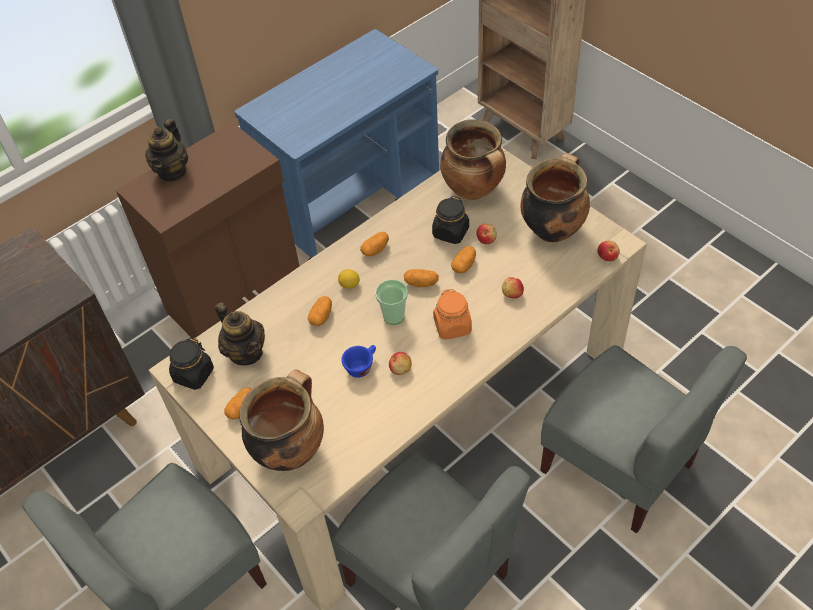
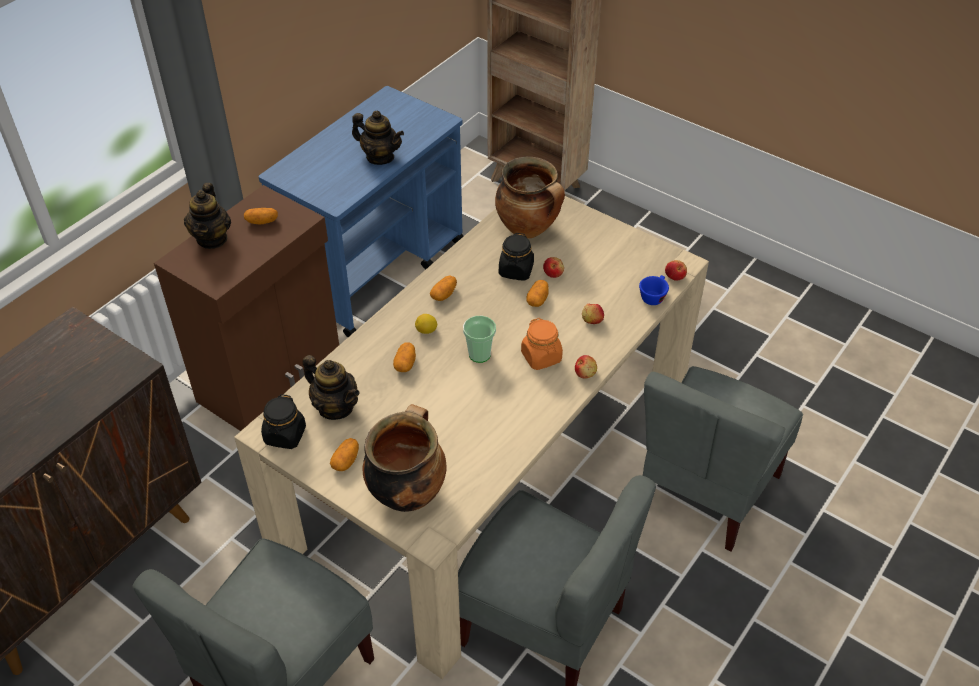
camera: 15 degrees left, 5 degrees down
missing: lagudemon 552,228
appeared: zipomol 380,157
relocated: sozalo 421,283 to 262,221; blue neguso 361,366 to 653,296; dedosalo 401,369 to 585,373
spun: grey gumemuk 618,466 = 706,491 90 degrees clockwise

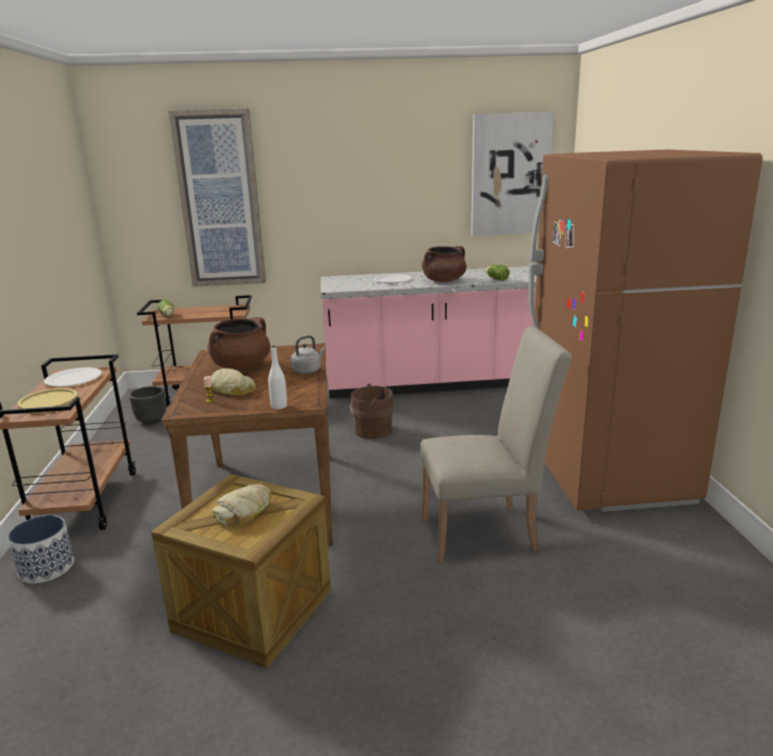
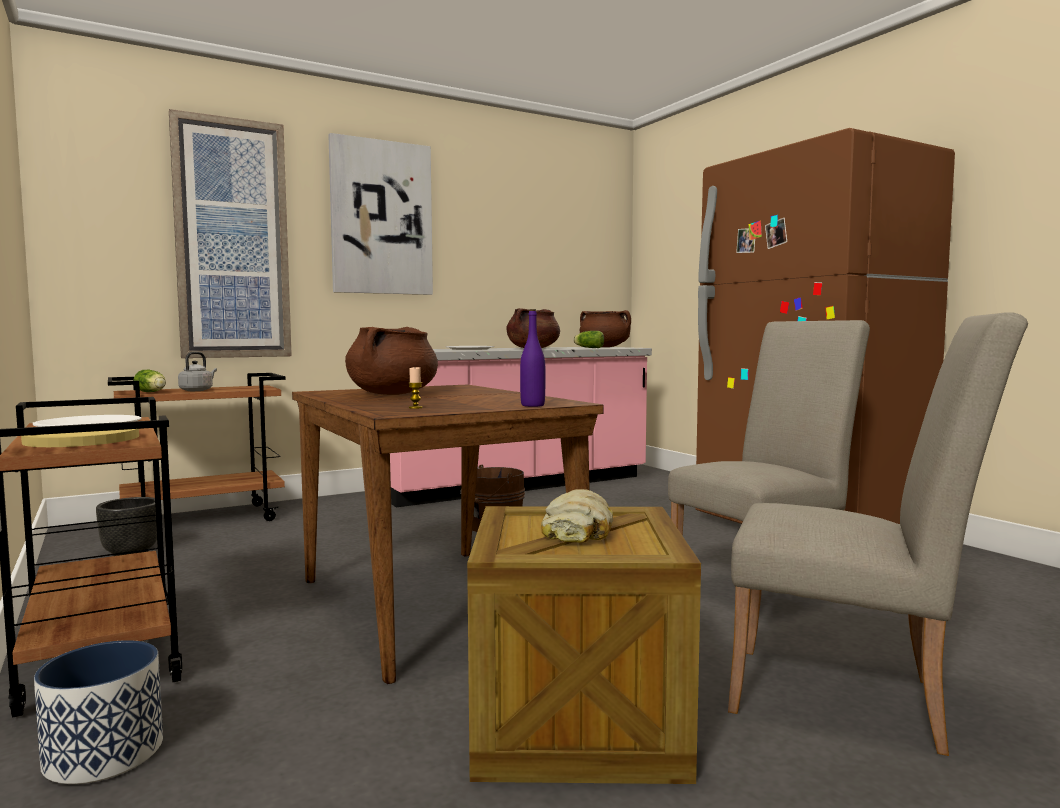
camera: 25 degrees left, 15 degrees down
missing: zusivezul 232,389
appeared: brown lagudemon 604,347; beige gumemuk 854,700
relocated: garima 510,175 to 381,218; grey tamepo 308,370 to 197,390
colour: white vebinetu 279,406 to purple vebinetu 532,405

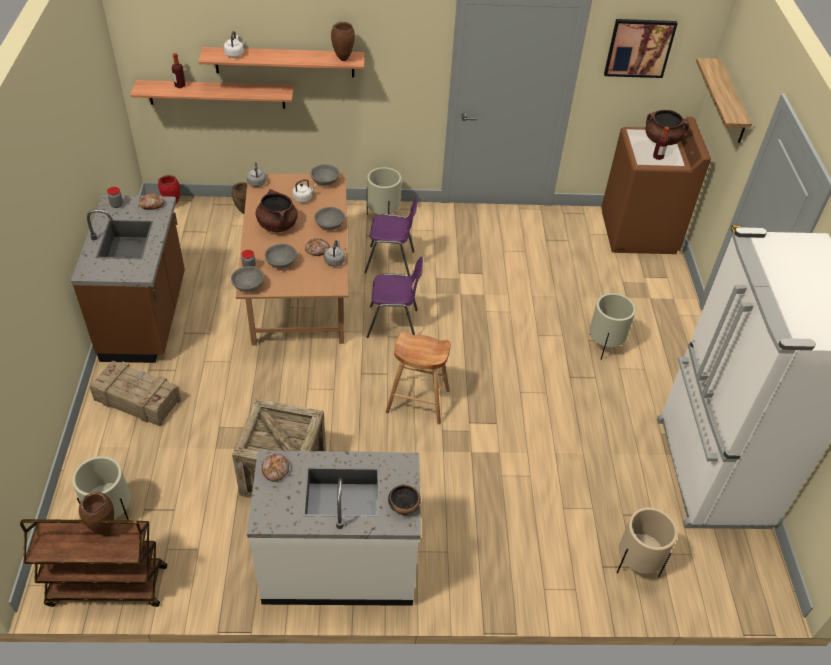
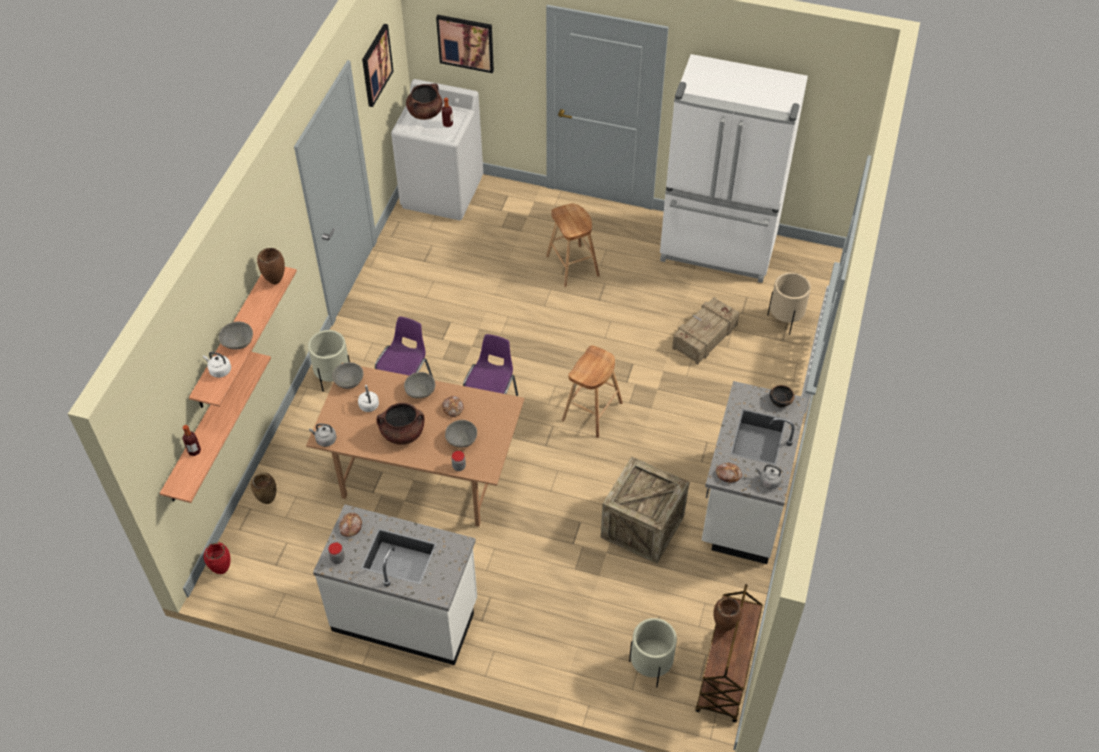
camera: 70 degrees left, 5 degrees up
relocated: grey tamepo 335,261 to 768,481; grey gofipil 248,285 to 237,342; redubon 137,399 to 704,336
exchanged: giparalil 731,102 to garima 466,43; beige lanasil 604,346 to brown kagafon 572,265
colour: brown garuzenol 638,232 to white garuzenol 442,193; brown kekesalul 146,318 to white kekesalul 405,615

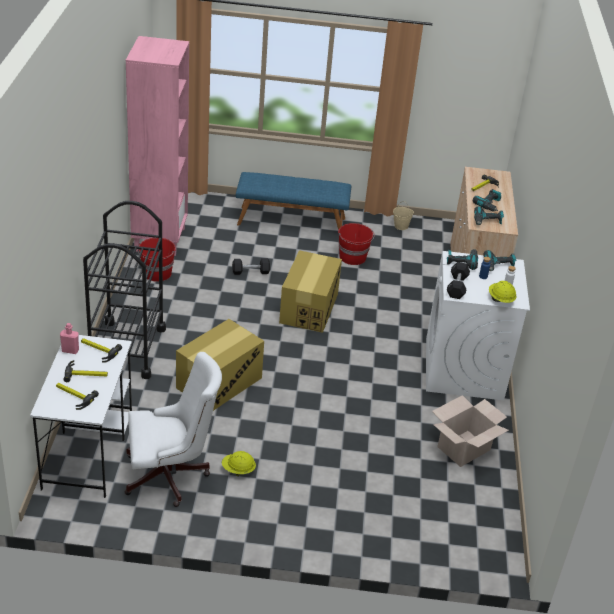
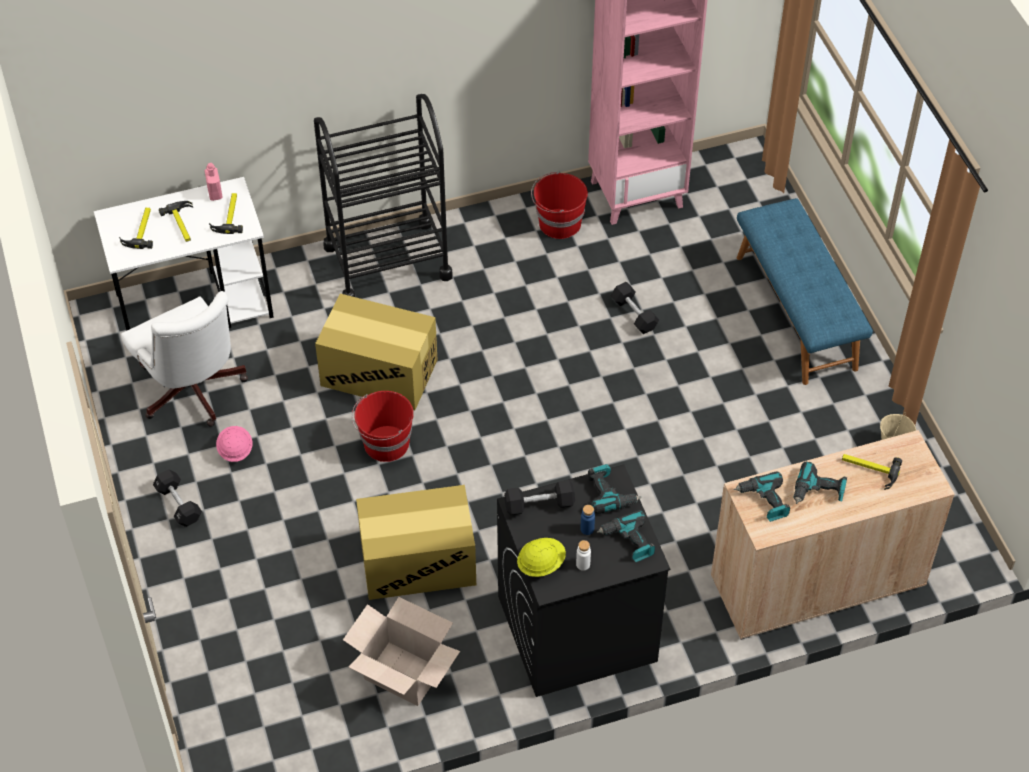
camera: 70 degrees right, 15 degrees up
appeared: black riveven 178,504
relocated: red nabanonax 353,257 to 385,444; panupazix 309,308 to 418,562
colour: white garuzenol 464,369 to black garuzenol 576,629; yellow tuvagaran 238,470 to pink tuvagaran 235,450

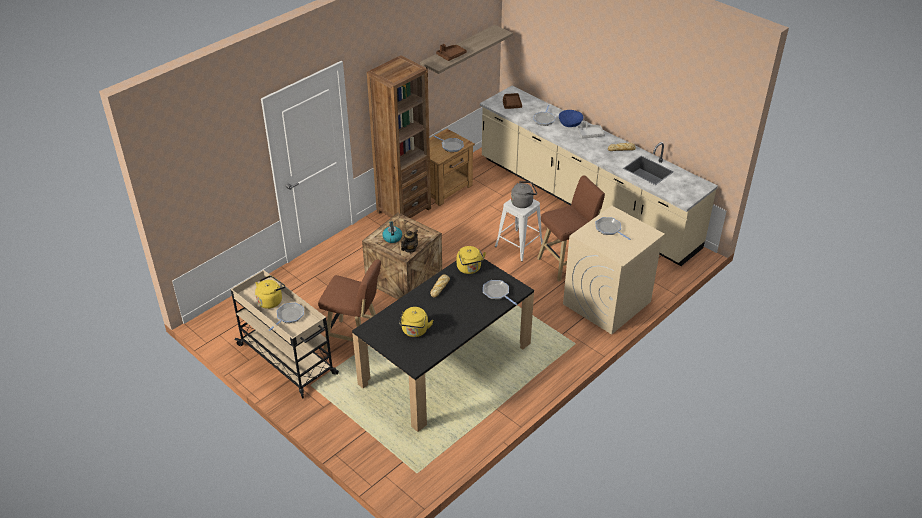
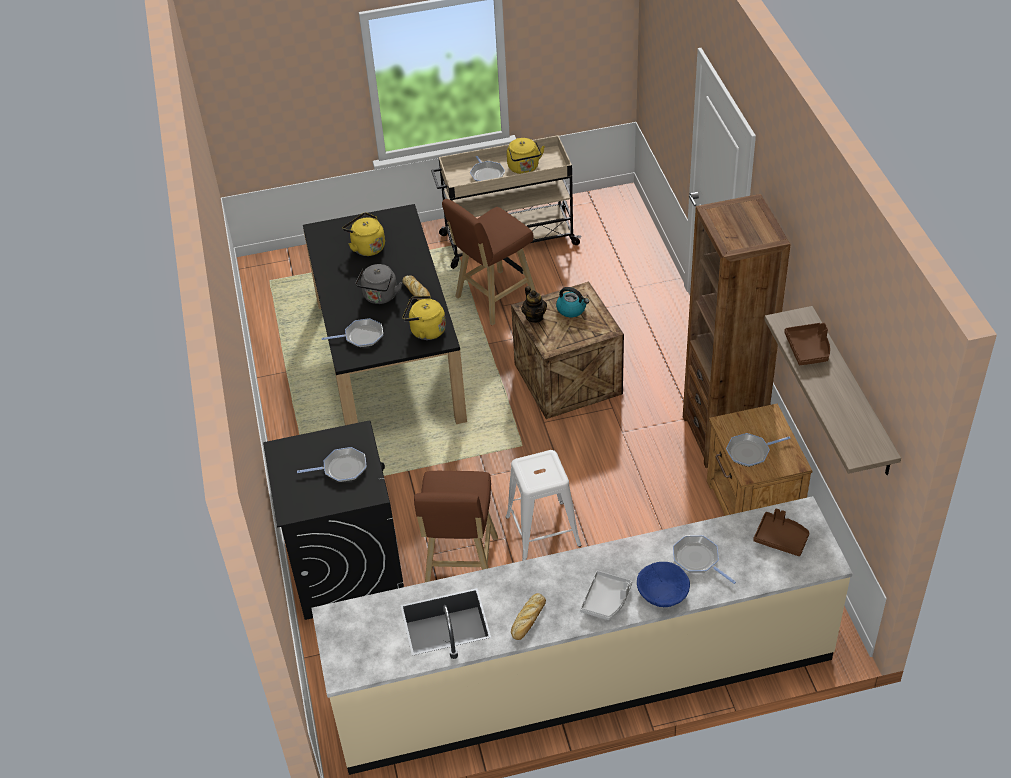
camera: 125 degrees right, 5 degrees up
relocated: grey tamepo 523,202 to 380,297
colour: beige garuzenol 606,303 to black garuzenol 346,566

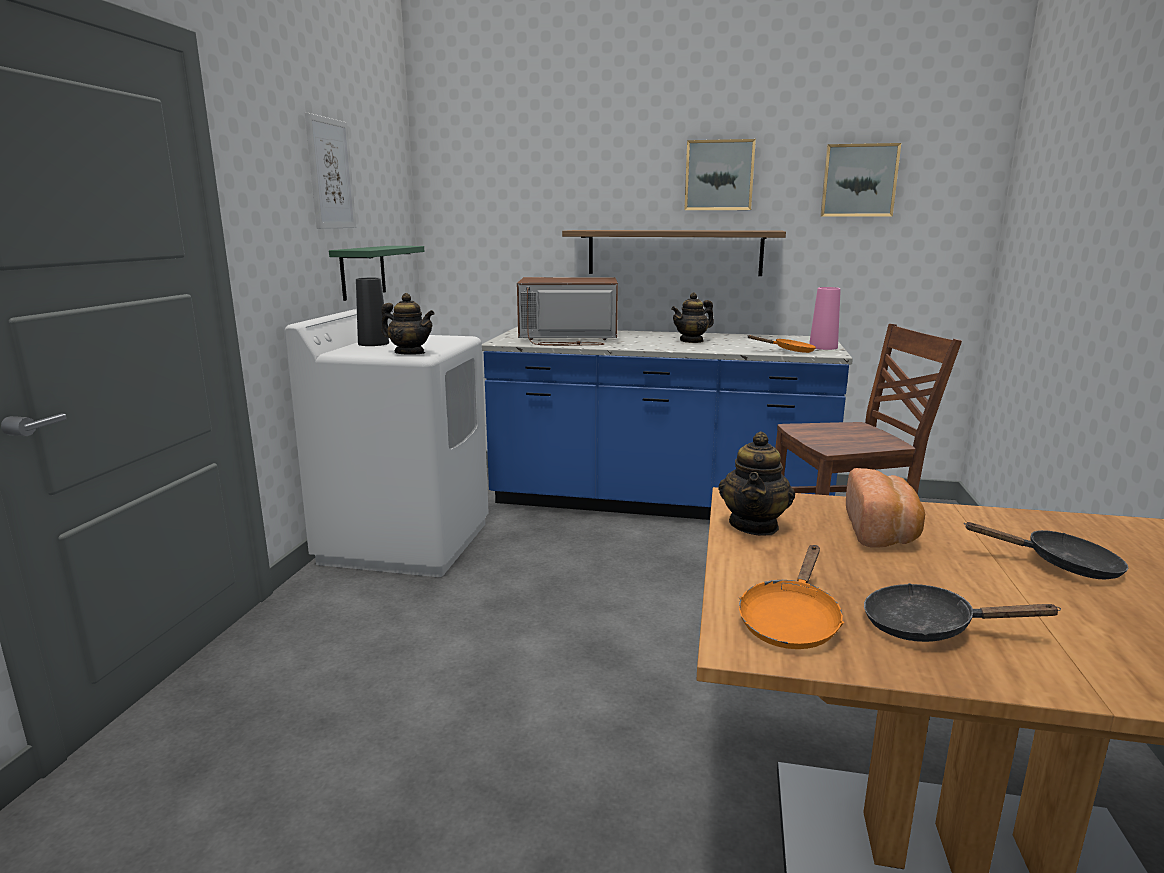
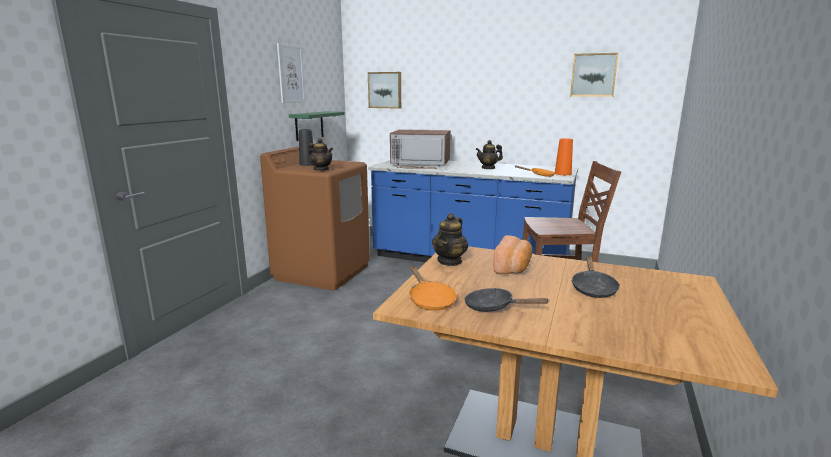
camera: 10 degrees right, 0 degrees up
missing: giparalil 674,252
relocated: garima 719,175 to 385,90
colour: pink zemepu 823,347 to orange zemepu 563,174; white garuzenol 406,541 to brown garuzenol 322,272
spun: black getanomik 1061,565 = 593,288 75 degrees clockwise; orange getanomik 790,621 = 430,300 60 degrees counterclockwise

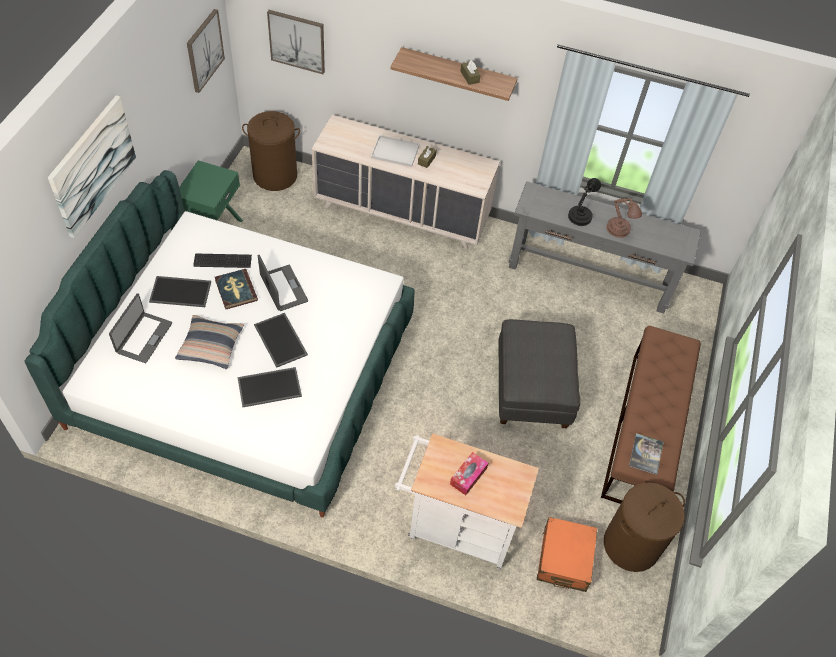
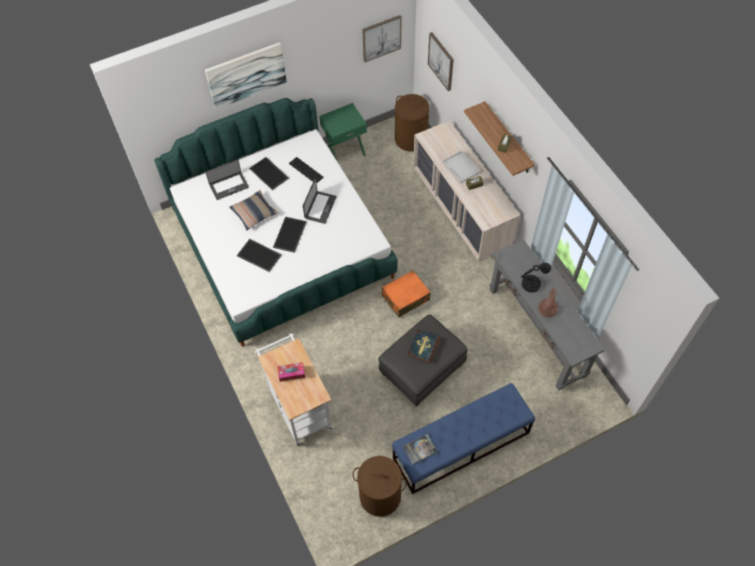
camera: 50 degrees right, 5 degrees up
relocated: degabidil 235,290 to 423,347; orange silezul 564,559 to 405,297
colour: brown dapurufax 644,431 to blue dapurufax 460,446

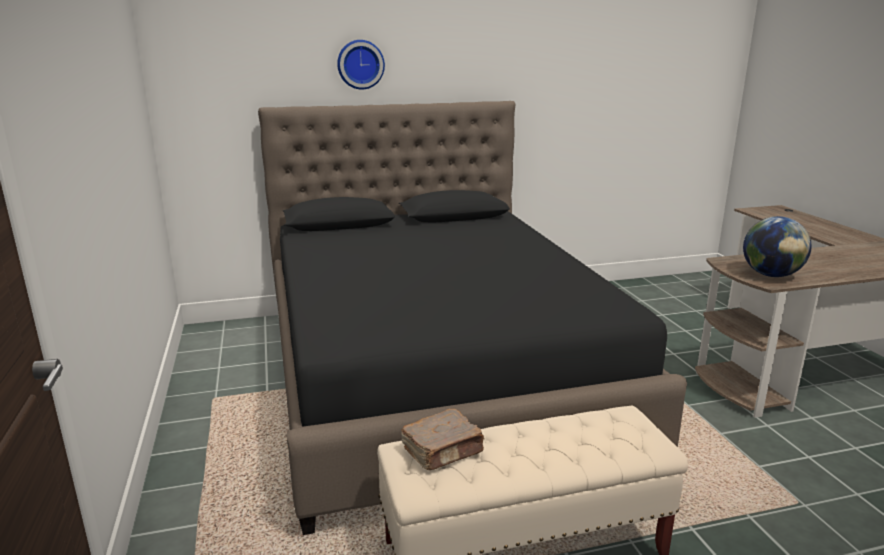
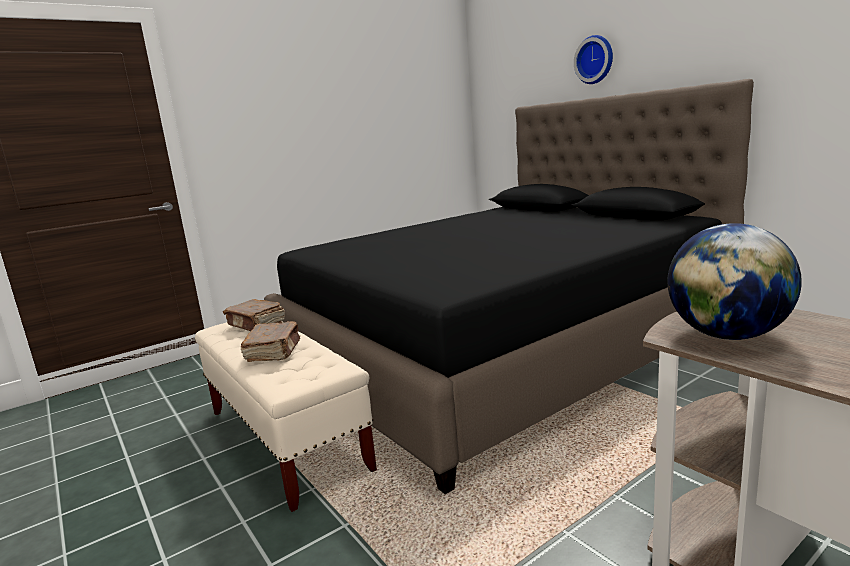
camera: 70 degrees right, 5 degrees down
appeared: brown degabidil 274,352

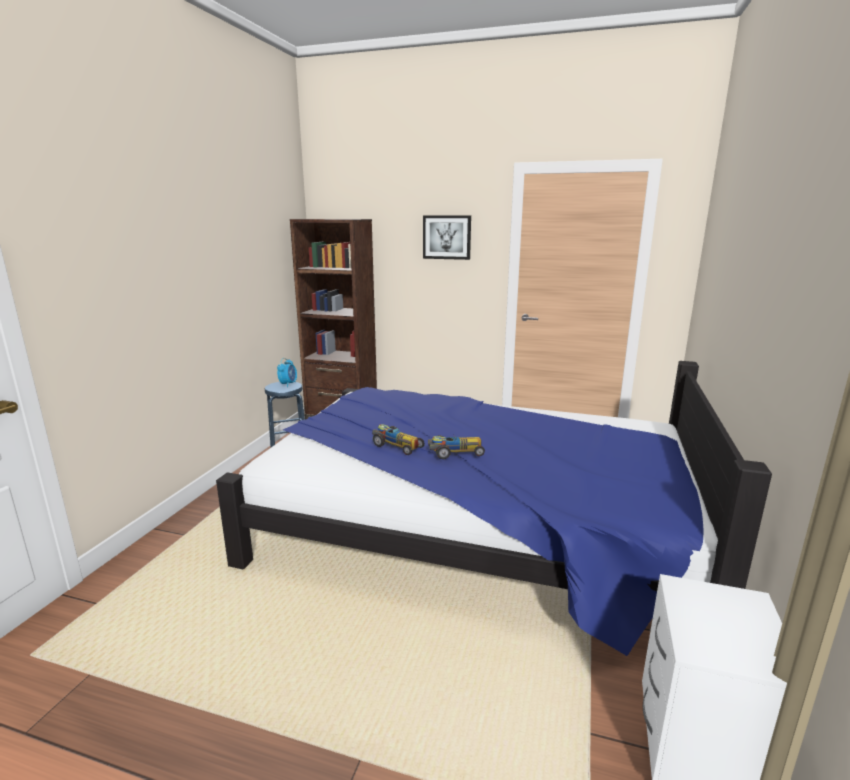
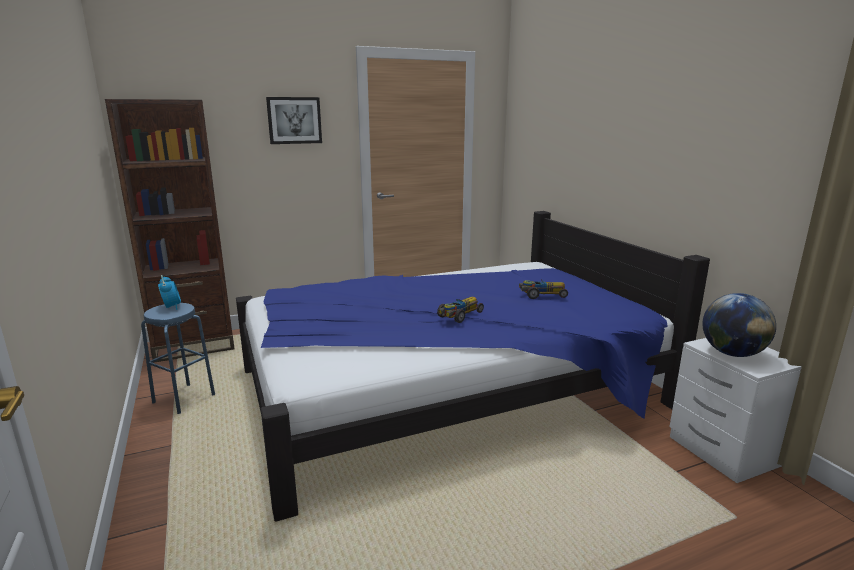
camera: 40 degrees left, 0 degrees up
appeared: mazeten 732,353
relocated: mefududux 396,445 to 541,295

